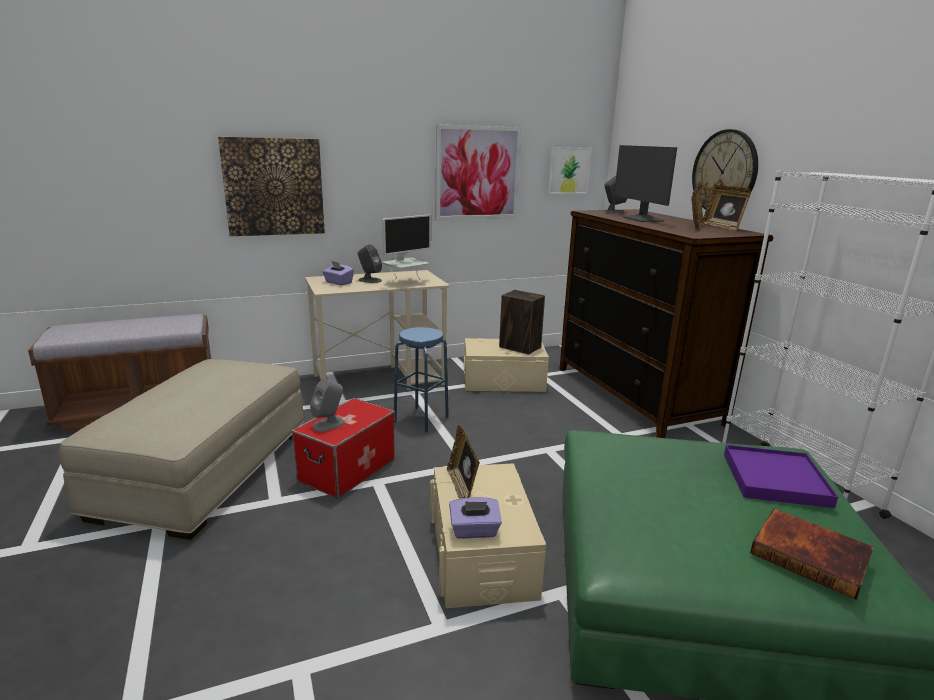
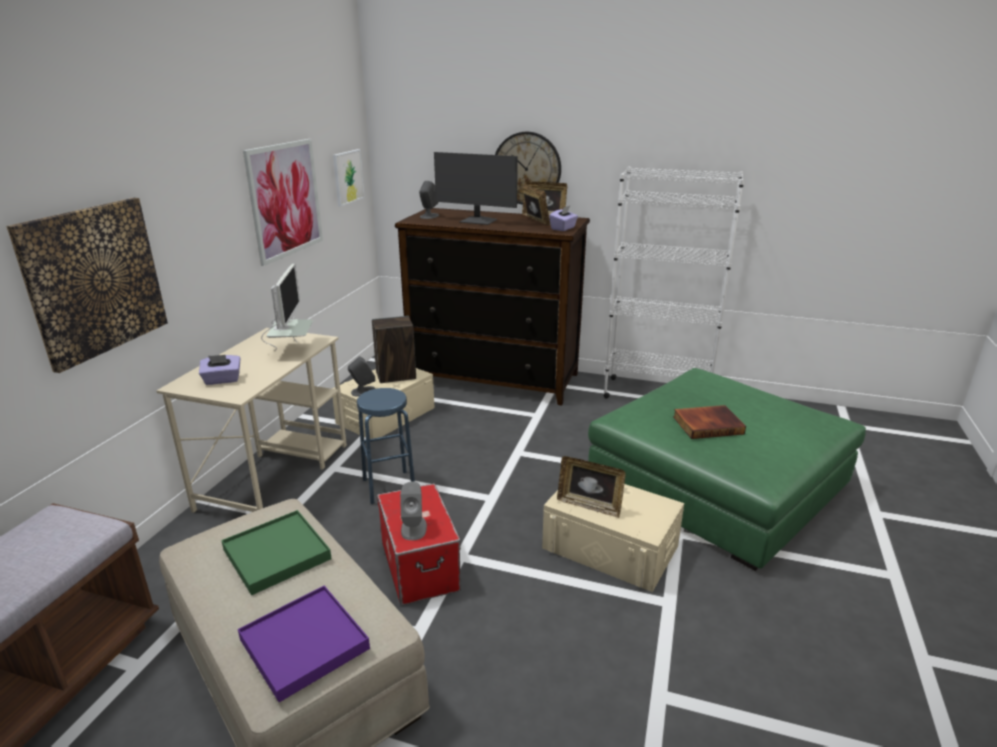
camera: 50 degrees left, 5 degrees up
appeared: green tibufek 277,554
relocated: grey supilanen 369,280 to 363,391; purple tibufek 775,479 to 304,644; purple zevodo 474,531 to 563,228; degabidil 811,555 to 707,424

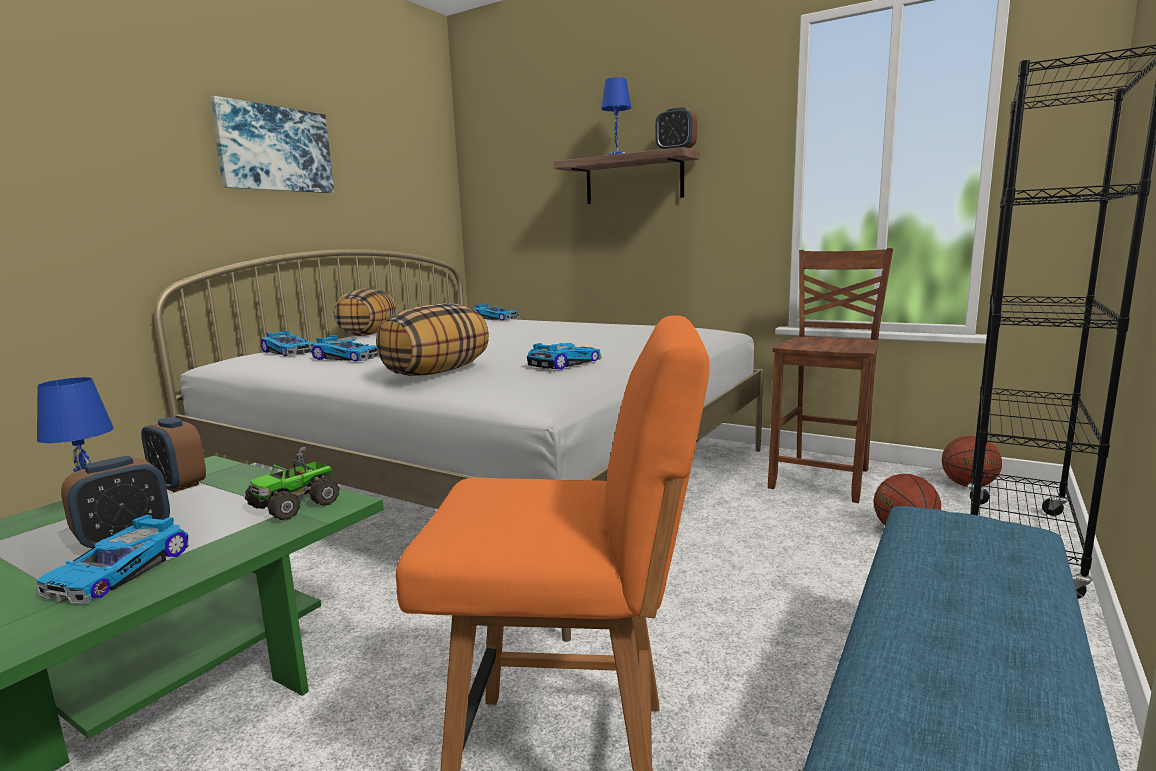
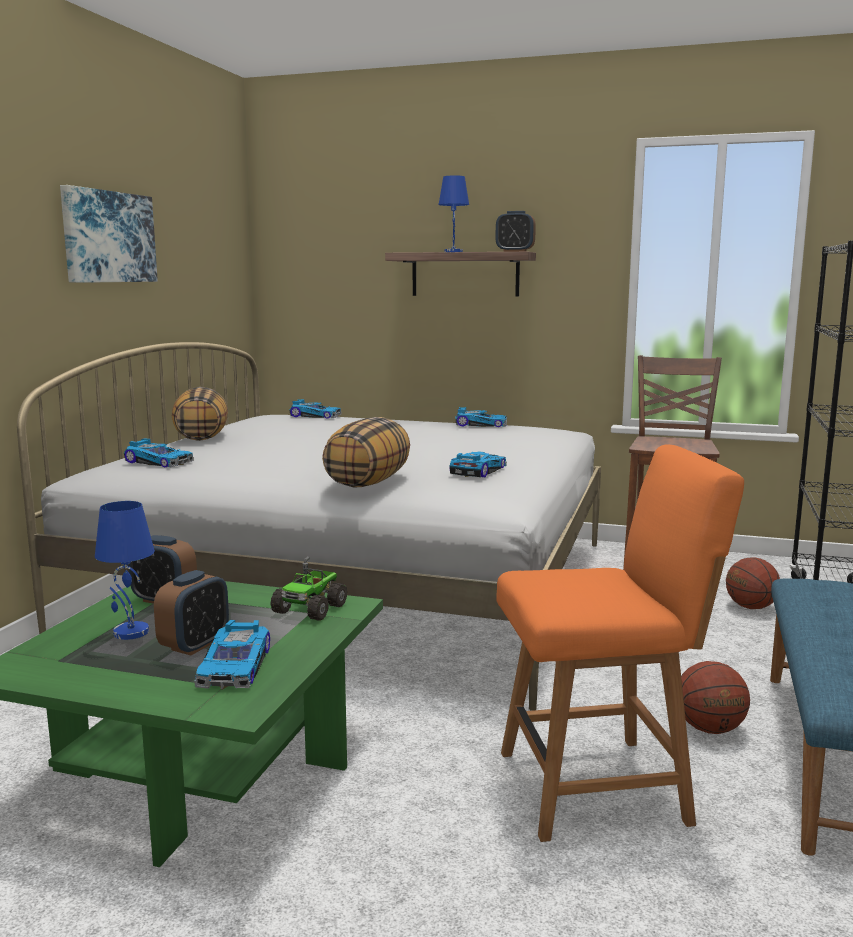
camera: 15 degrees left, 0 degrees up
relocated: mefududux 348,357 to 481,424; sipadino 968,485 to 709,729

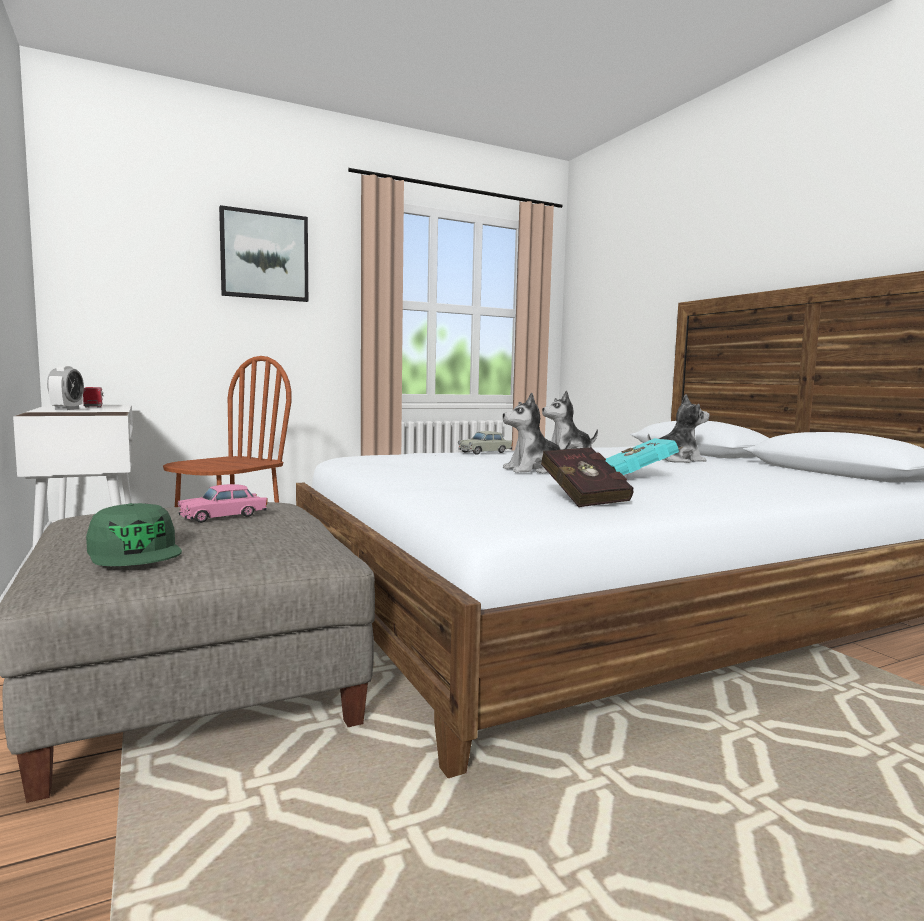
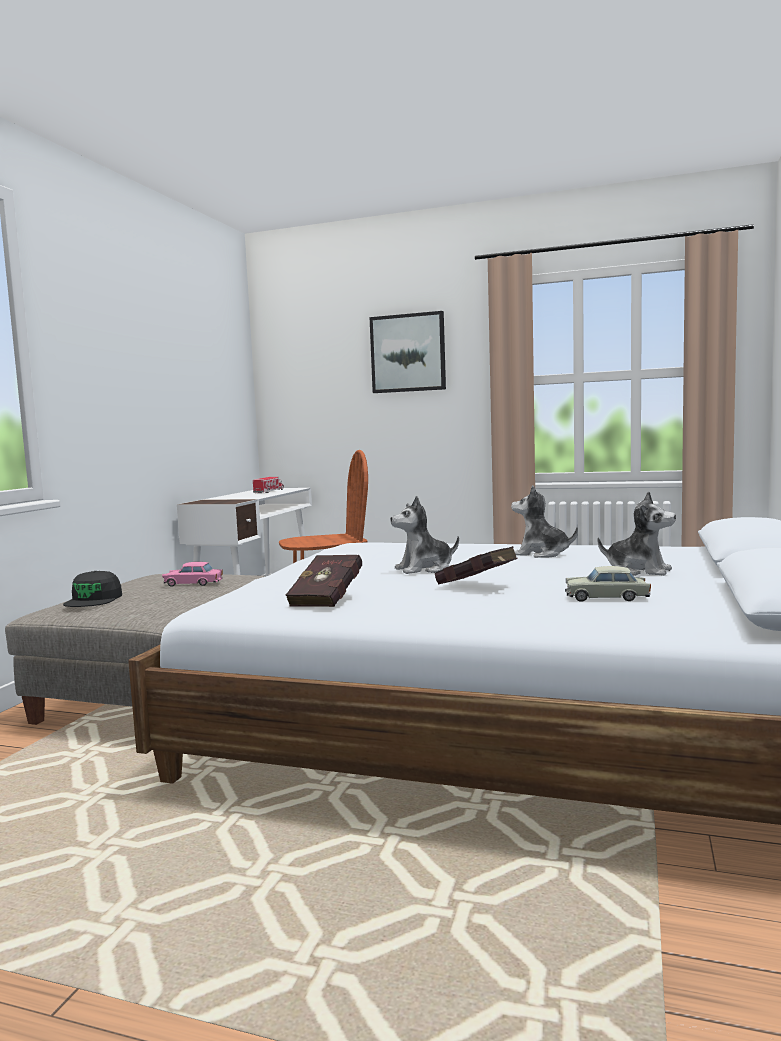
camera: 45 degrees right, 0 degrees up
missing: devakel 67,409
relocated: beige mefududux 485,452 to 606,597
colour: turquoise degabidil 639,476 to red degabidil 478,586; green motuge 135,552 to black motuge 94,599
spun: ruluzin 534,470 = 424,569 45 degrees counterclockwise

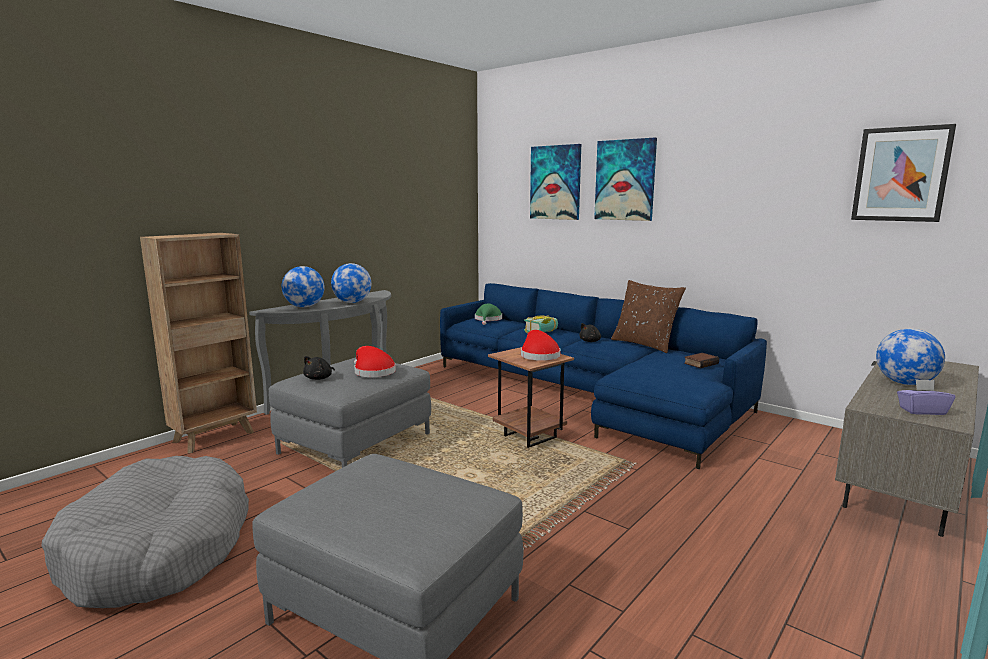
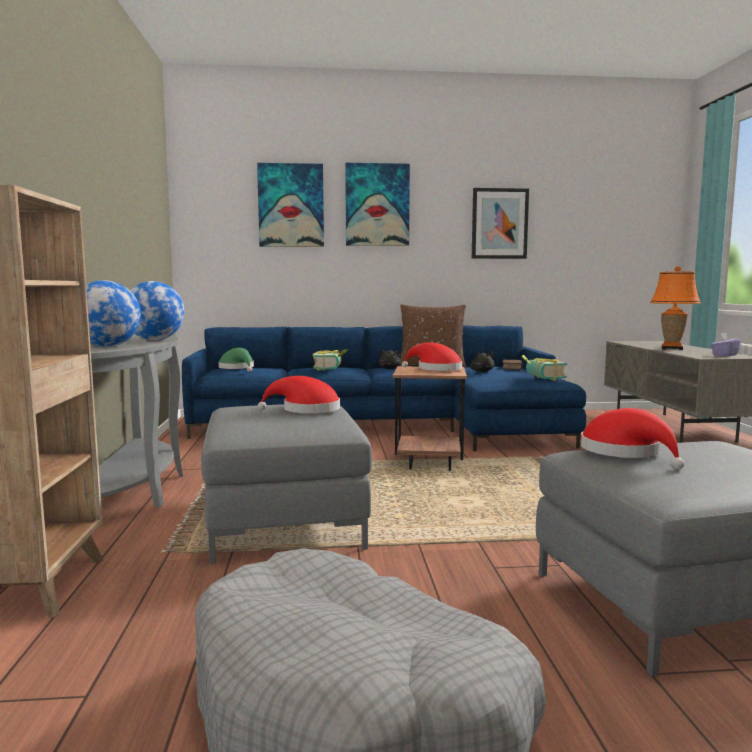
camera: 45 degrees left, 5 degrees down
appeared: degabidil 541,378; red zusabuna 625,452
relocated: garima 901,174 to 499,223; black ruluzin 319,378 to 481,371
exchanged: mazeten 905,383 to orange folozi 672,348

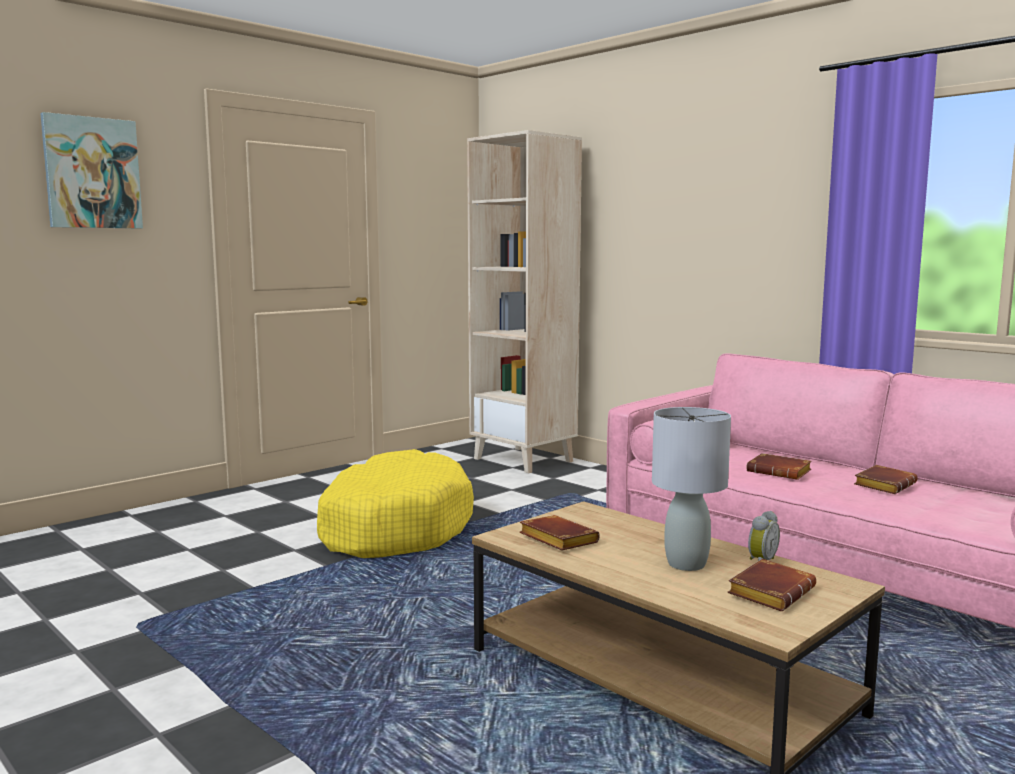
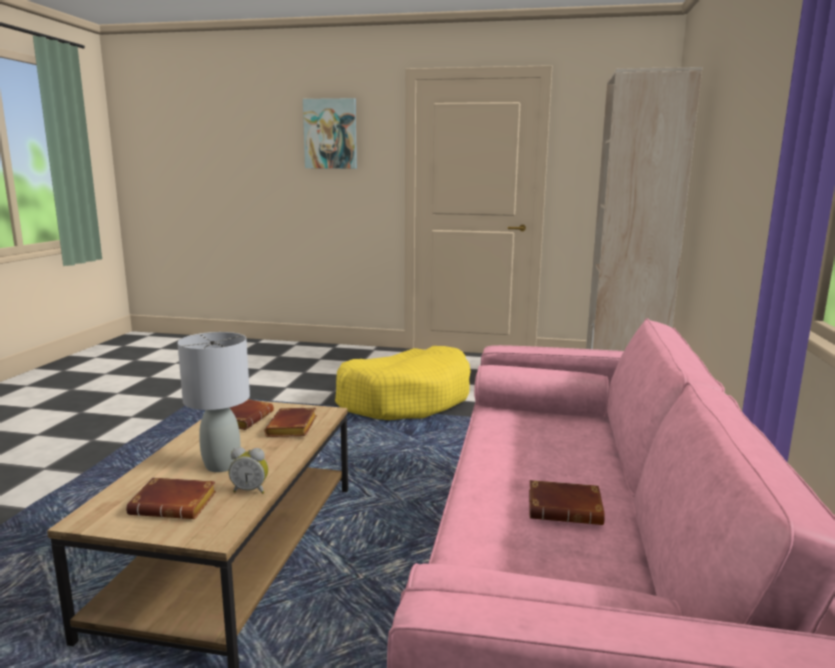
camera: 55 degrees right, 5 degrees up
relocated: brown degabidil 780,472 to 293,428

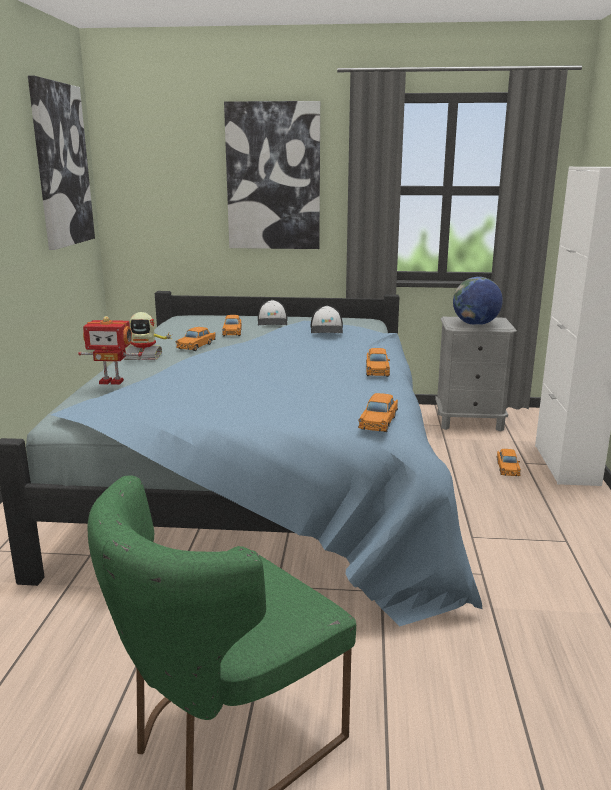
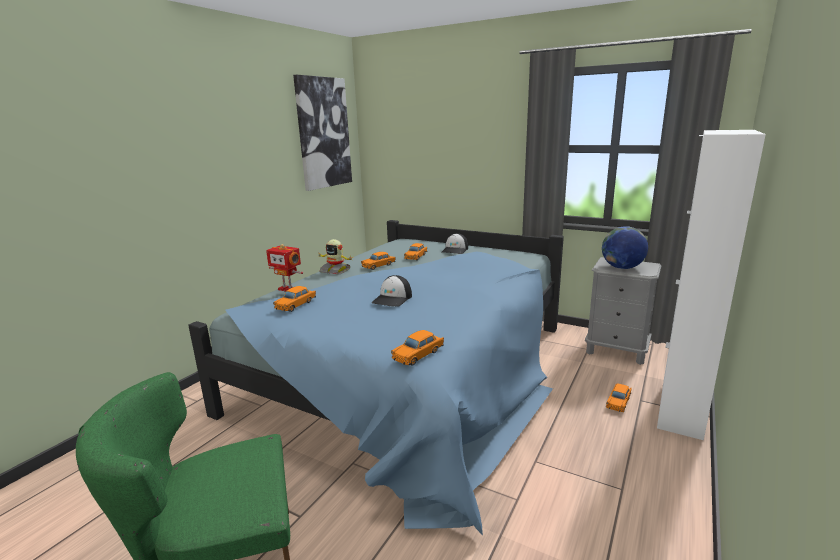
camera: 25 degrees right, 0 degrees up
missing: garima 273,177
relocated: motuge 327,329 to 392,299; orange mefududux 377,370 to 296,305

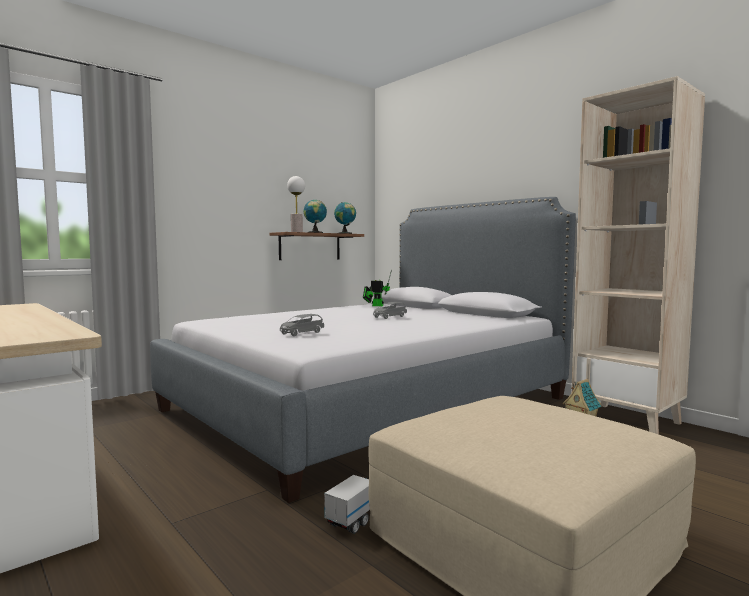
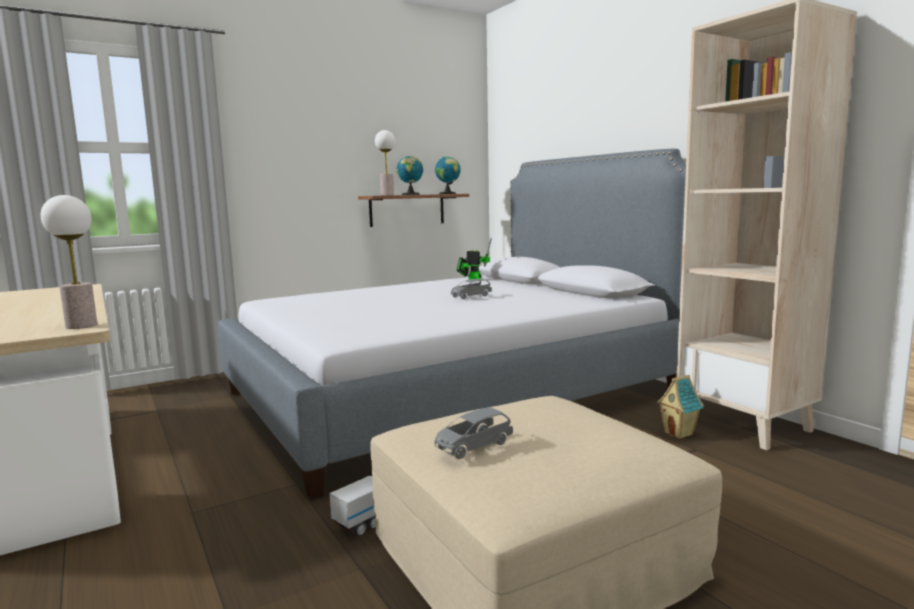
camera: 10 degrees right, 5 degrees up
appeared: folozi 81,326
relocated: grey mefududux 301,333 to 473,446

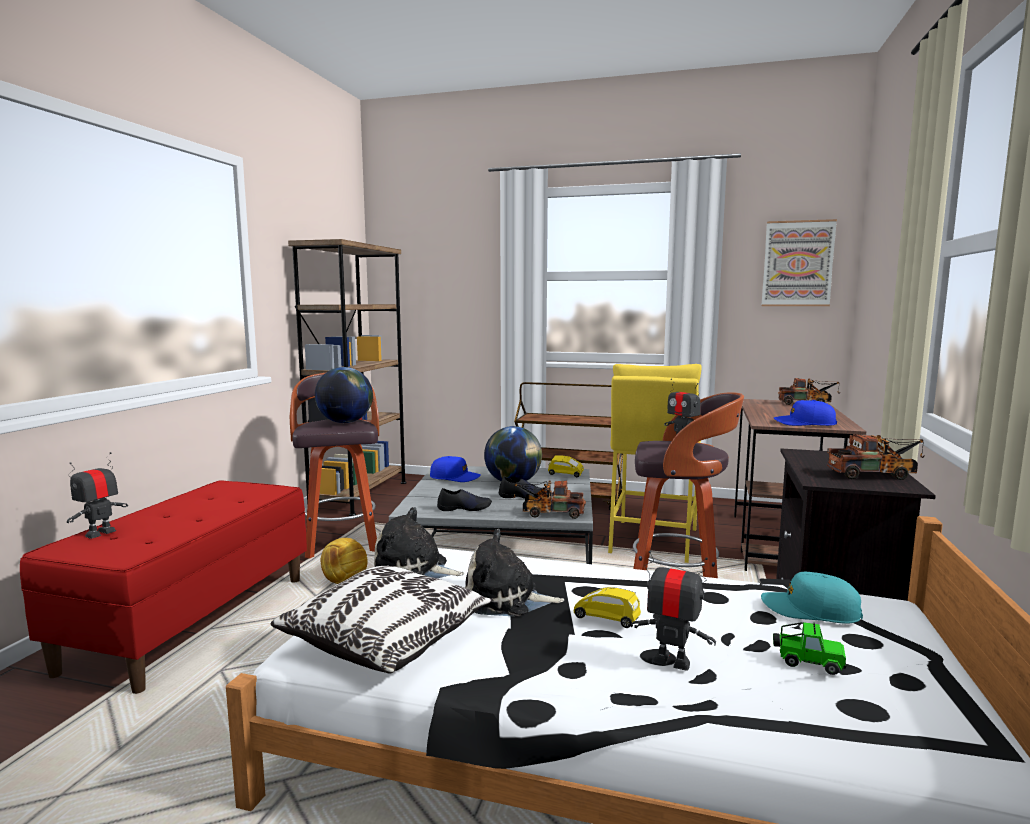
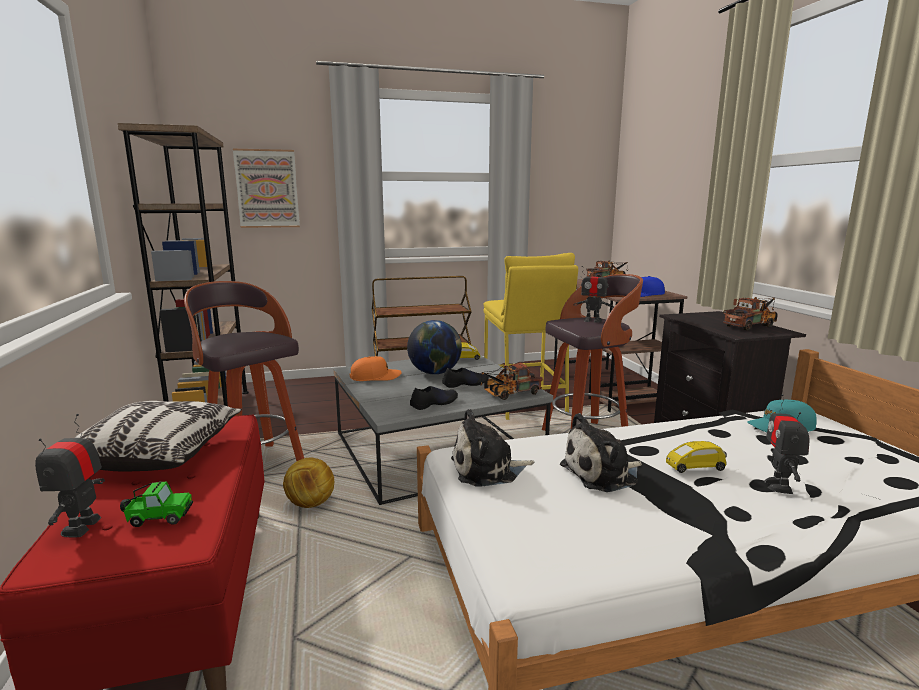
camera: 30 degrees left, 5 degrees up
missing: mazeten 345,422
relocated: garima 797,264 to 267,189; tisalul 387,639 to 157,454; mefududux 807,662 to 157,518
colour: blue motuge 455,477 to orange motuge 375,377
spun: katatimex 671,661 = 779,486 75 degrees counterclockwise

